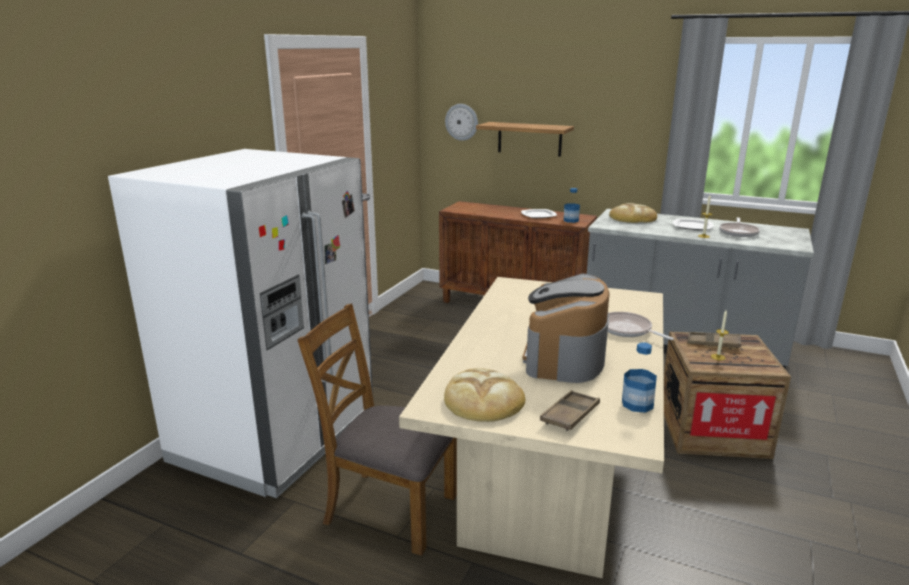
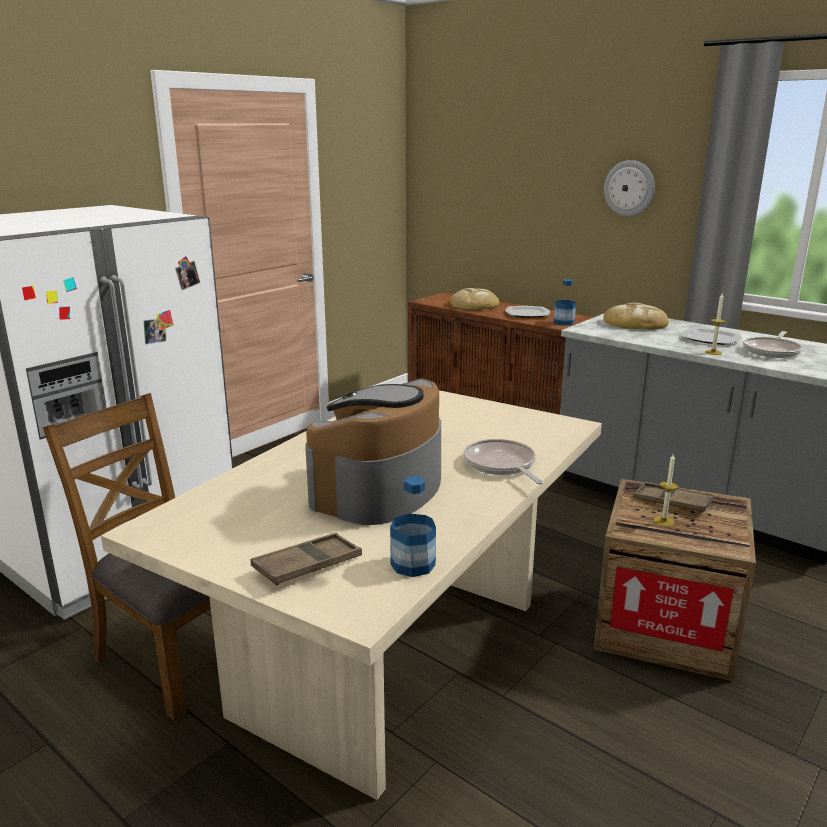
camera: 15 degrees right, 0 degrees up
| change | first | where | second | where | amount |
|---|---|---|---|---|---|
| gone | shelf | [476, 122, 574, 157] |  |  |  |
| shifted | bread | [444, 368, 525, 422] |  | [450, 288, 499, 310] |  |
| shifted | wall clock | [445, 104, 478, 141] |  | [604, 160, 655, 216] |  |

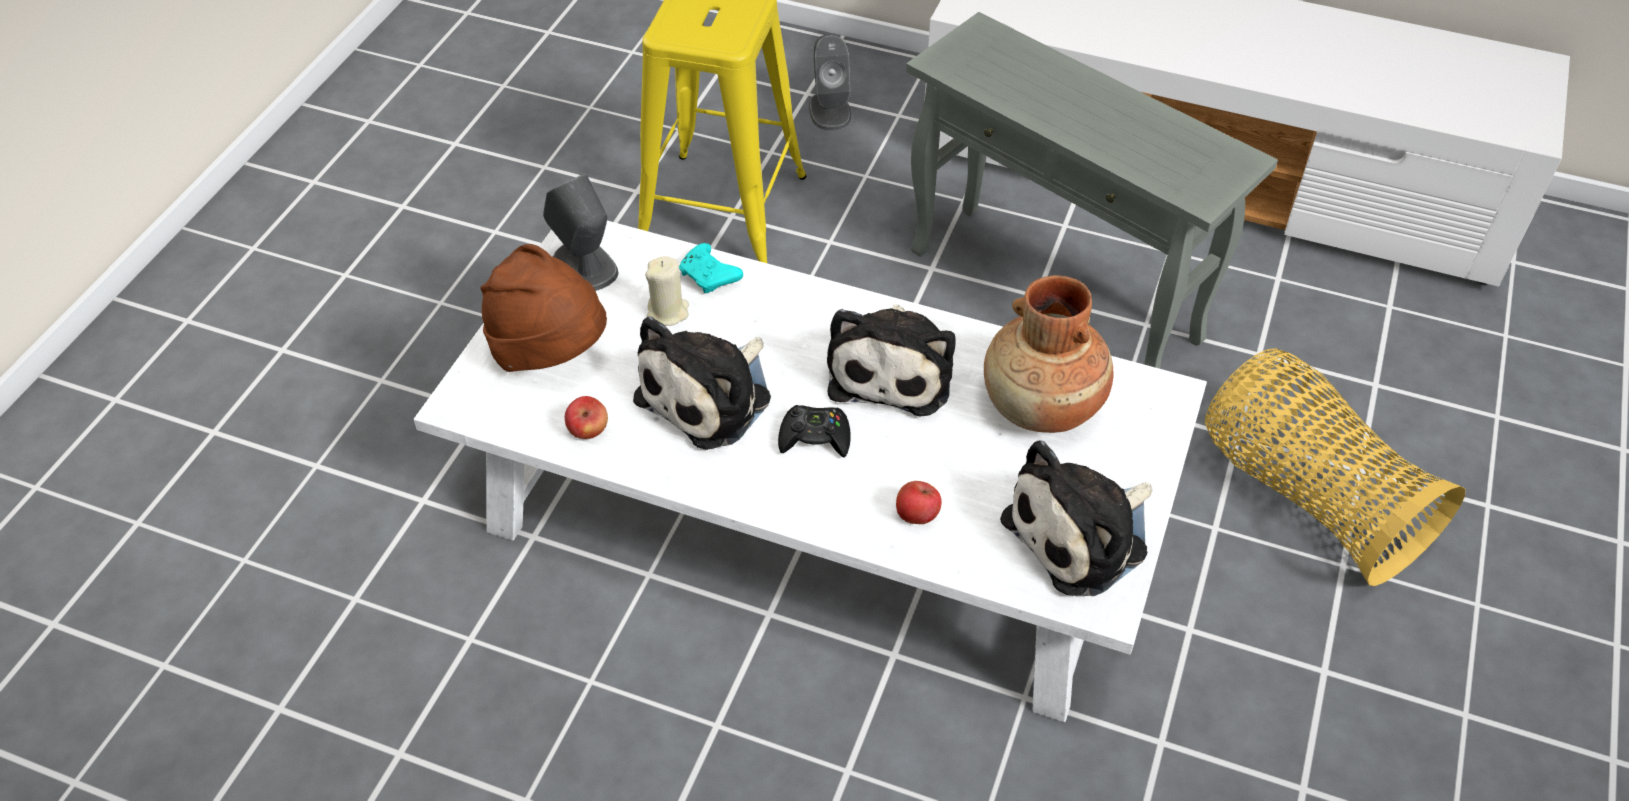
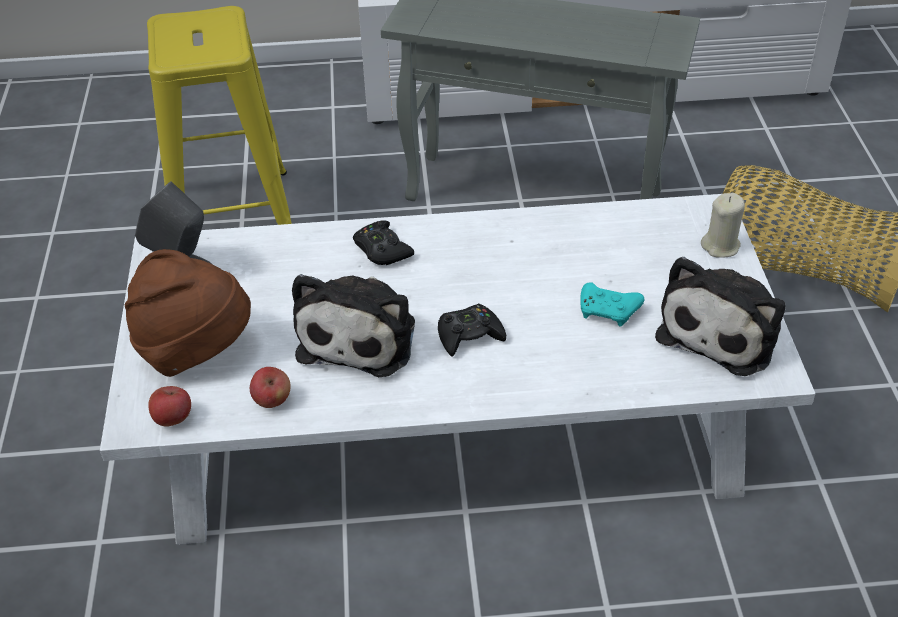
camera: 25 degrees left, 5 degrees down
| change | first | where | second | where | amount |
|---|---|---|---|---|---|
| gone | speaker (grey) | [809, 35, 851, 131] |  |  |  |
| gone | plush toy | [827, 304, 956, 416] |  |  |  |
| gone | vase (brown) | [984, 275, 1114, 433] |  |  |  |
| new |  |  | game controller (black) | [353, 220, 414, 265] |  |
| shifted | candle (beige) | [645, 256, 689, 326] |  | [701, 193, 745, 258] |  |
| shifted | game controller (turquoise) | [679, 243, 743, 294] |  | [580, 282, 644, 327] |  |
| shifted | apple | [896, 481, 942, 524] |  | [148, 386, 191, 427] |  |

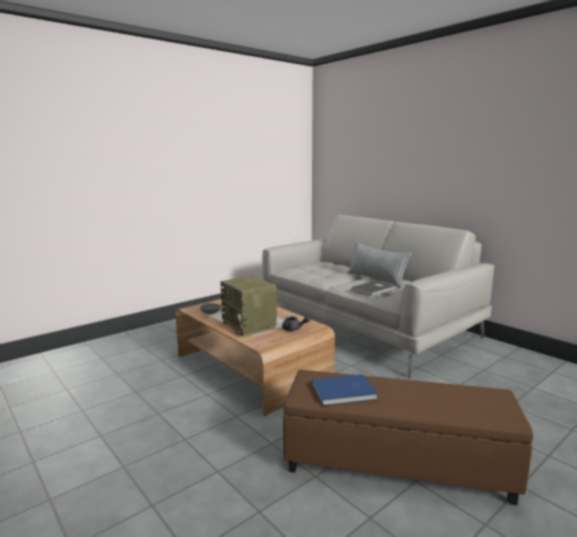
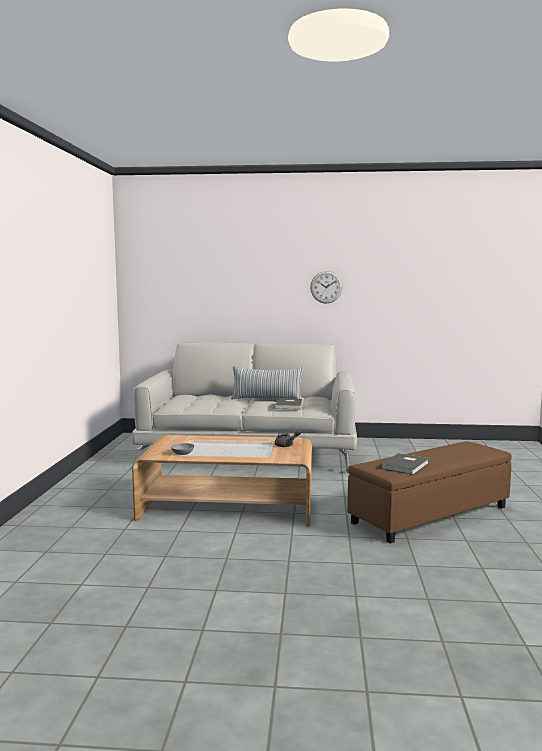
camera: 45 degrees left, 5 degrees down
| change | first | where | second | where | amount |
|---|---|---|---|---|---|
| gone | radio | [221, 276, 277, 337] |  |  |  |
| new |  |  | wall clock | [310, 271, 343, 304] |  |
| repainted | book (blue) | [312, 374, 378, 406] | book (grey) | [381, 453, 429, 475] |  |

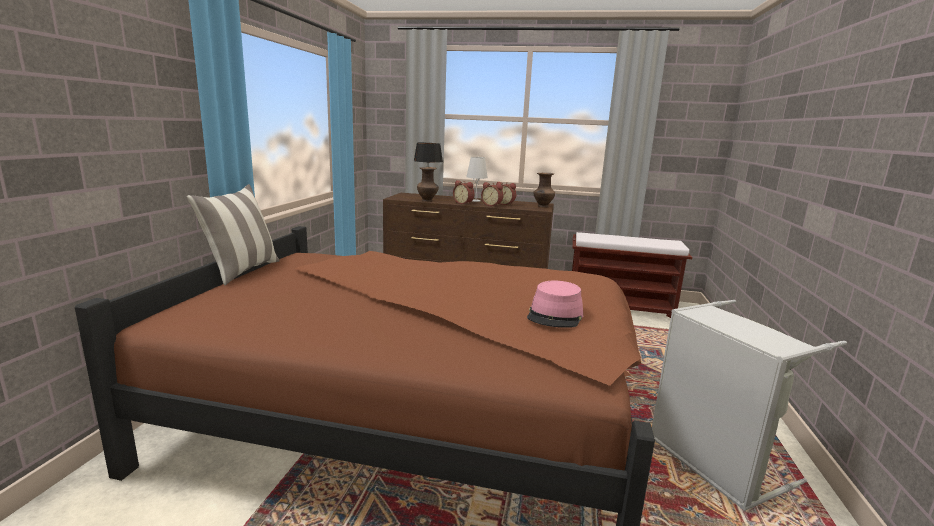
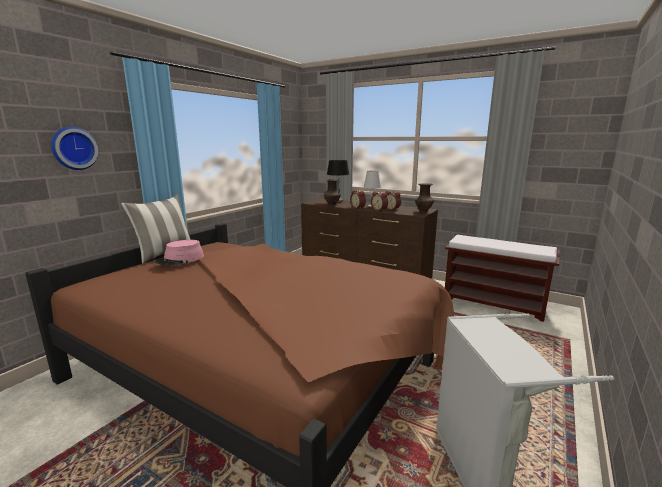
camera: 20 degrees right, 0 degrees up
| change | first | where | second | where | amount |
|---|---|---|---|---|---|
| new |  |  | wall clock | [51, 127, 98, 170] |  |
| shifted | hat (pink) | [527, 281, 583, 328] |  | [155, 240, 204, 266] |  |

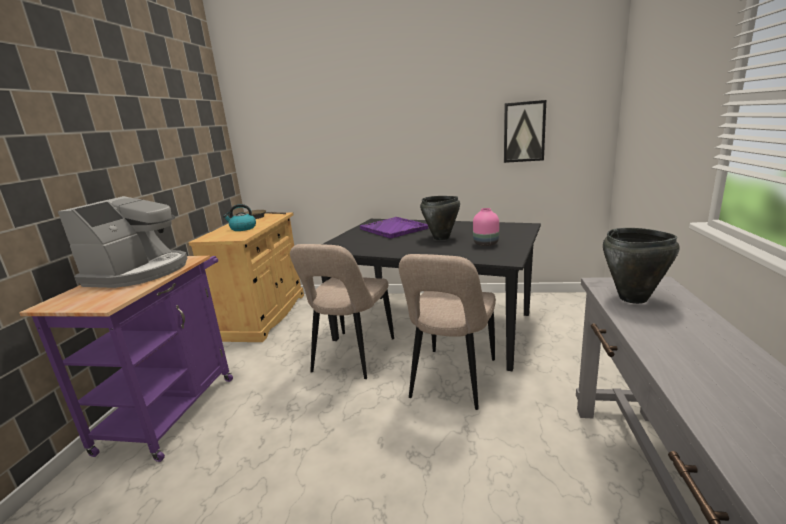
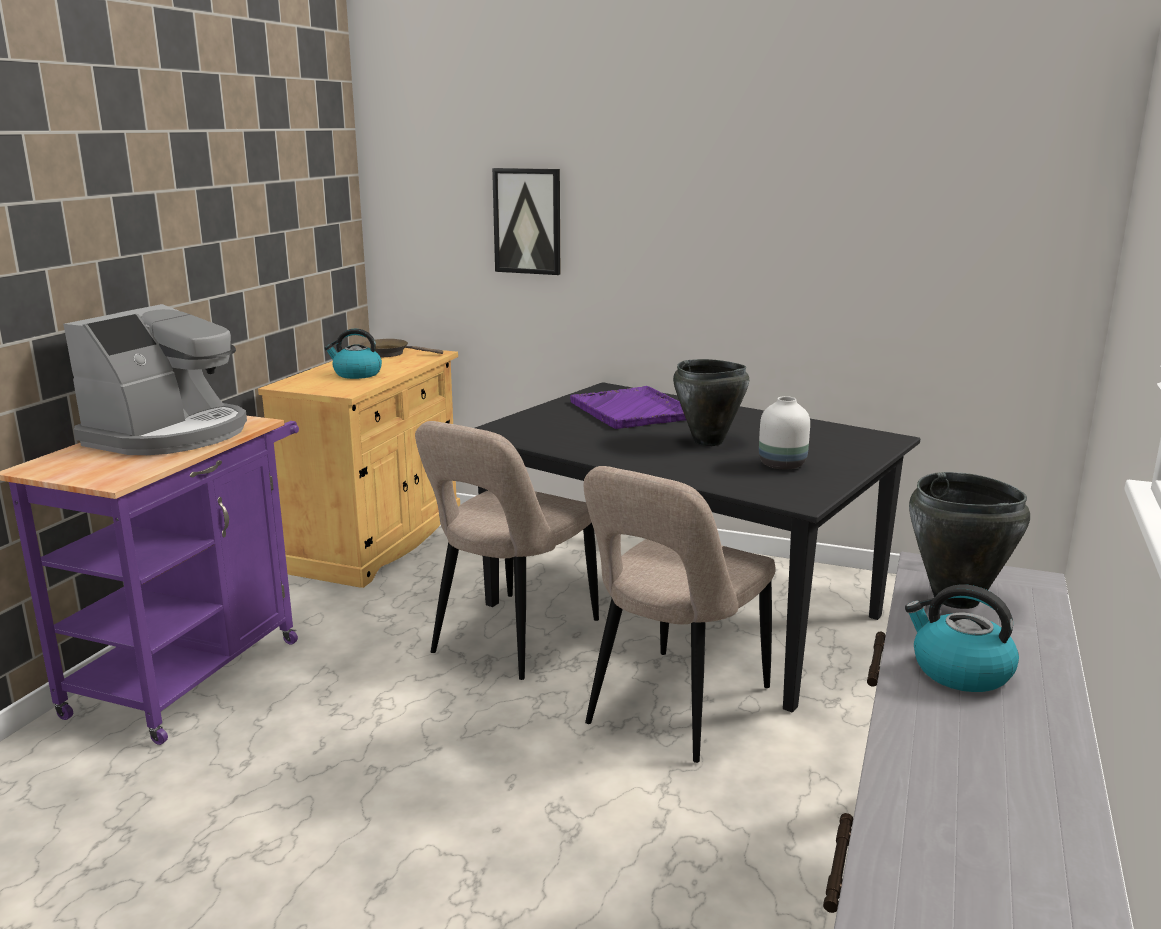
camera: 10 degrees right, 0 degrees up
| change | first | where | second | where | amount |
|---|---|---|---|---|---|
| new |  |  | kettle | [905, 584, 1019, 692] |  |
| shifted | picture | [504, 100, 546, 163] |  | [492, 168, 560, 275] |  |
| repainted | vase (pink) | [473, 208, 499, 246] | vase (white) | [759, 396, 810, 469] |  |

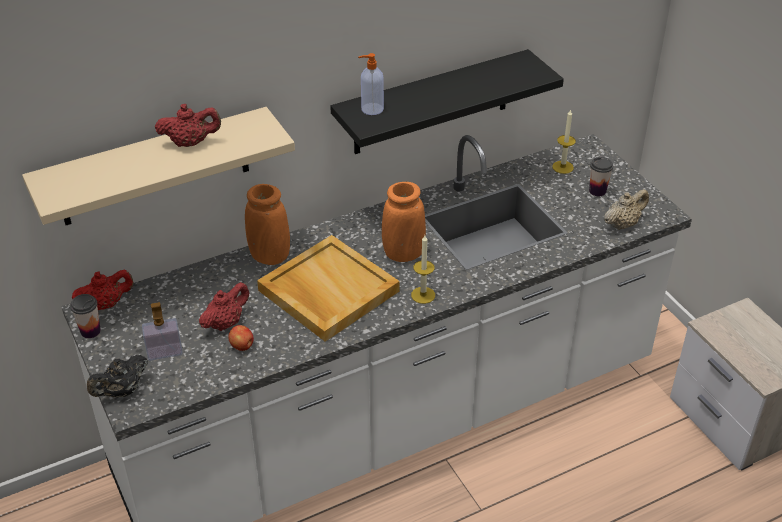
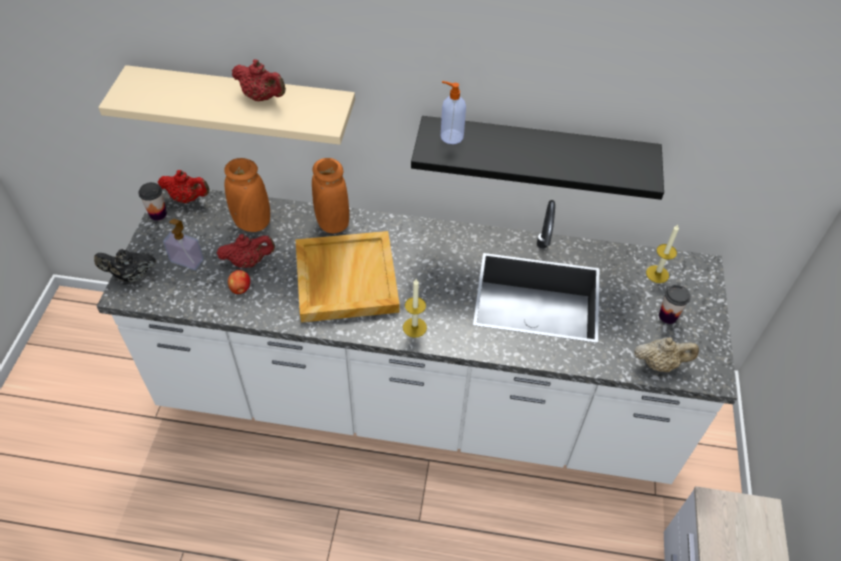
camera: 35 degrees right, 10 degrees up
| change | first | where | second | where | amount |
|---|---|---|---|---|---|
| shifted | vase (orange) | [382, 182, 426, 262] |  | [224, 158, 270, 232] |  |

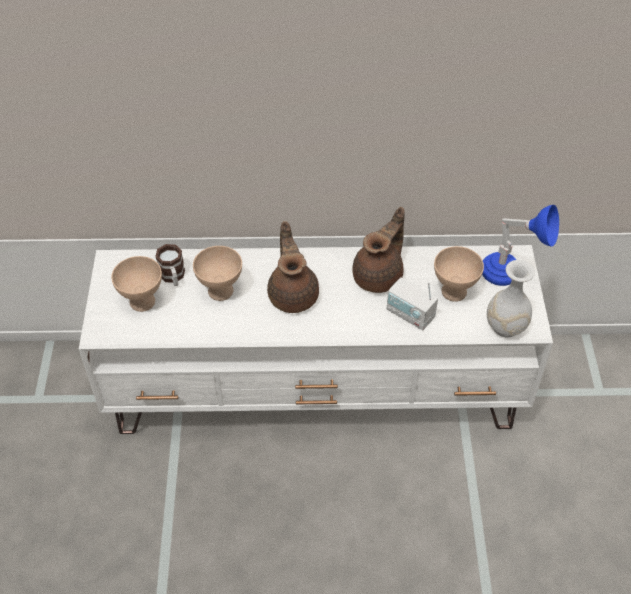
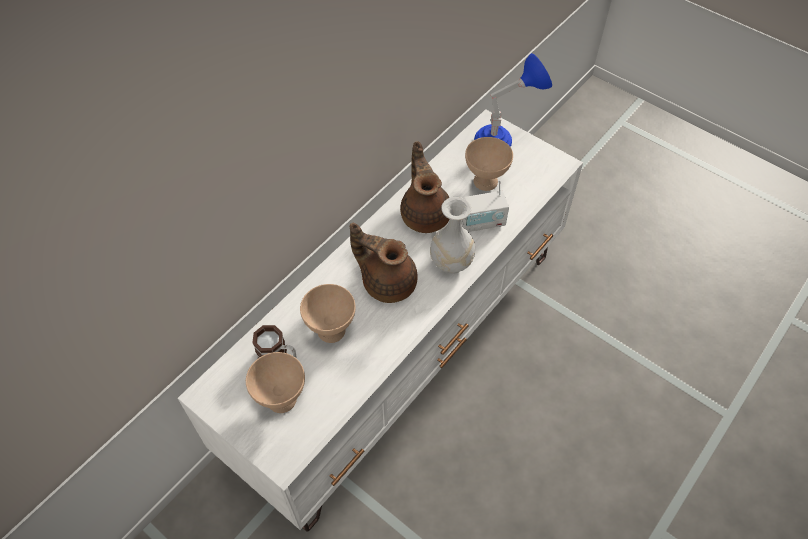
camera: 50 degrees left, 5 degrees up
| change | first | where | second | where | amount |
|---|---|---|---|---|---|
| shifted | vase (white) | [486, 260, 535, 338] |  | [430, 197, 475, 274] |  |

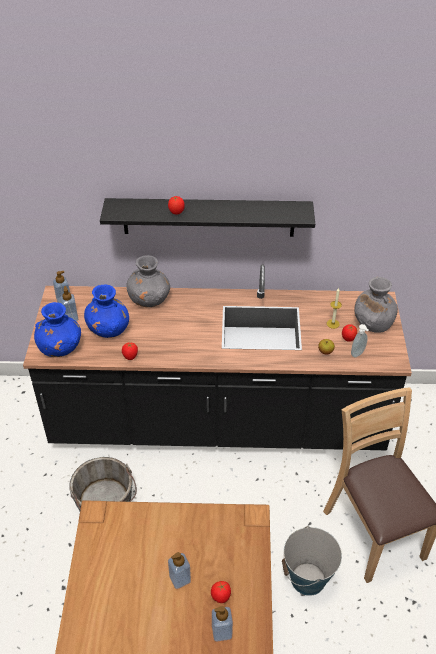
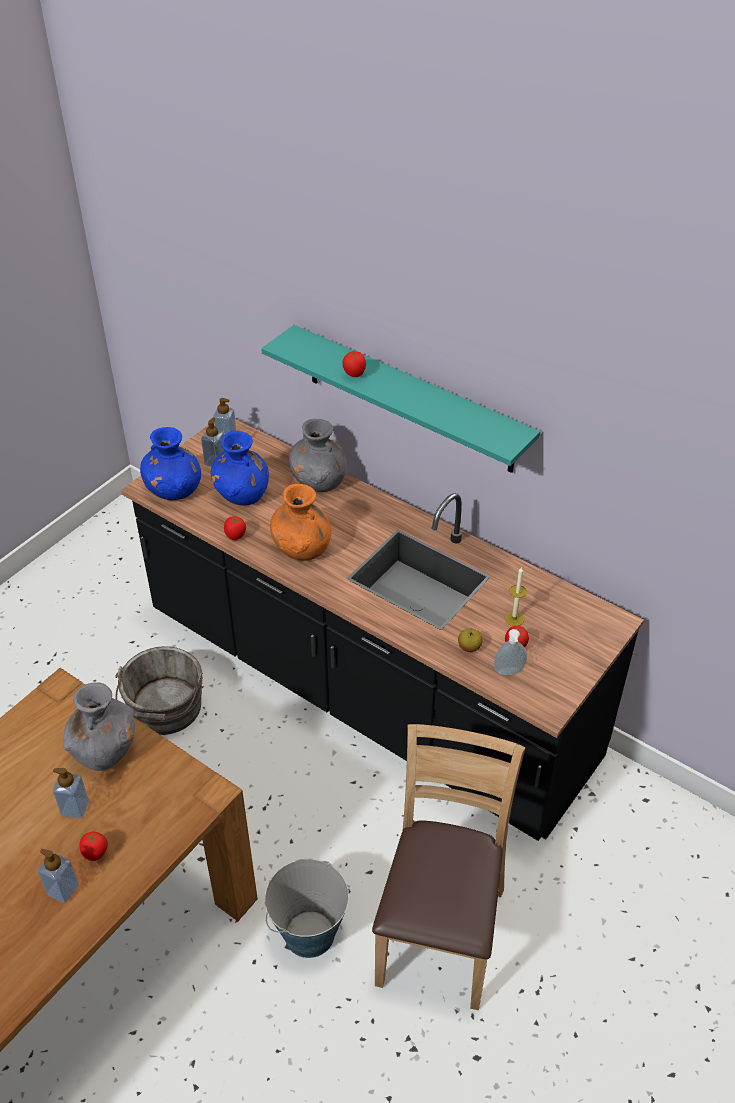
camera: 35 degrees right, 0 degrees up
| change | first | where | second | where | amount |
|---|---|---|---|---|---|
| new |  |  | vase (orange) | [270, 484, 331, 561] |  |
| shifted | vase (grey) | [355, 277, 398, 333] |  | [63, 682, 135, 771] |  |
| repainted | shelf (black) | [100, 198, 315, 237] | shelf (turquoise) | [261, 325, 540, 473] |  |

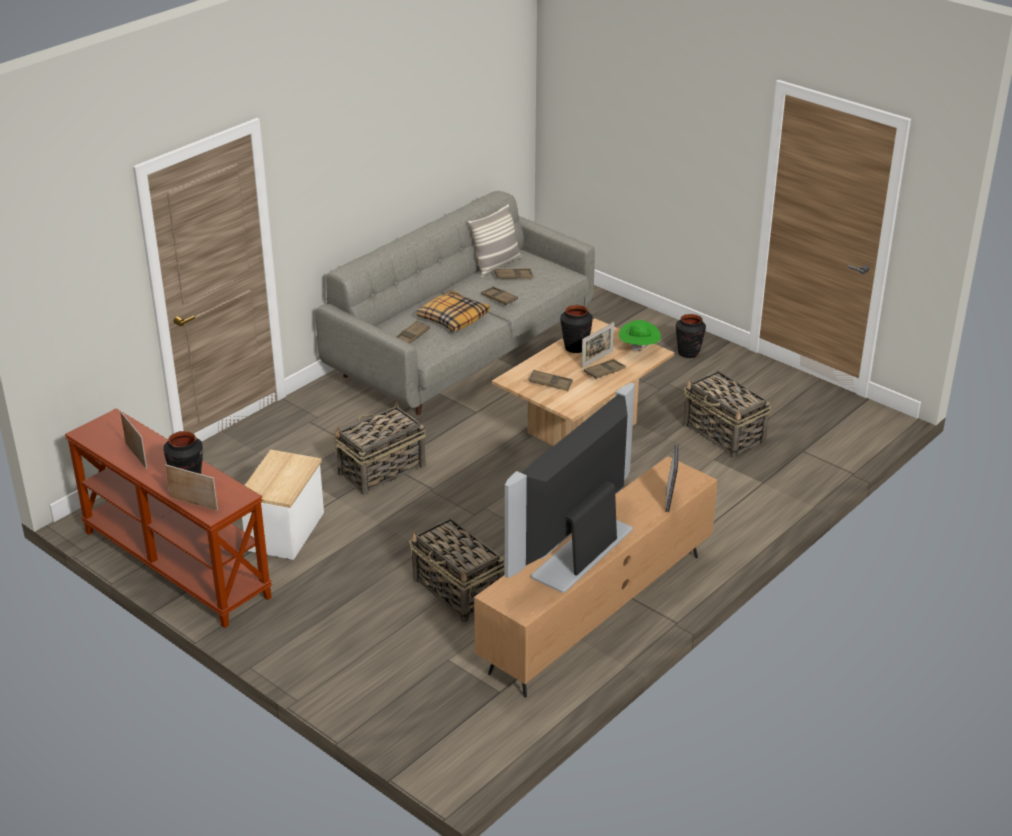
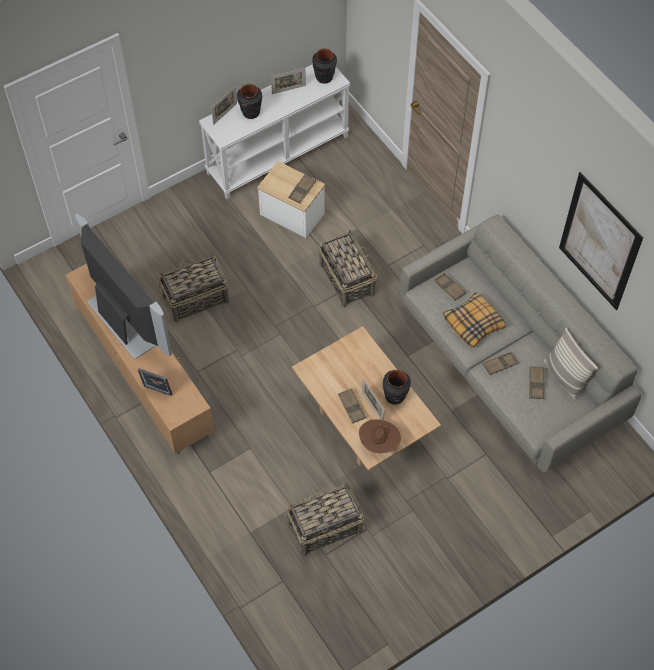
camera: 105 degrees right, 25 degrees up
| change | first | where | second | where | amount |
|---|---|---|---|---|---|
| new |  |  | picture | [559, 172, 643, 310] |  |
| shifted | tray (brown) | [528, 370, 573, 391] |  | [288, 174, 316, 203] |  |
| shifted | vase (black) | [676, 314, 706, 358] |  | [312, 49, 337, 84] |  |
| repainted | console table (brown) | [65, 408, 272, 628] | console table (white) | [199, 64, 350, 199] |  |
| repainted | hat (green) | [619, 320, 661, 351] | hat (brown) | [359, 419, 401, 453] |  |

